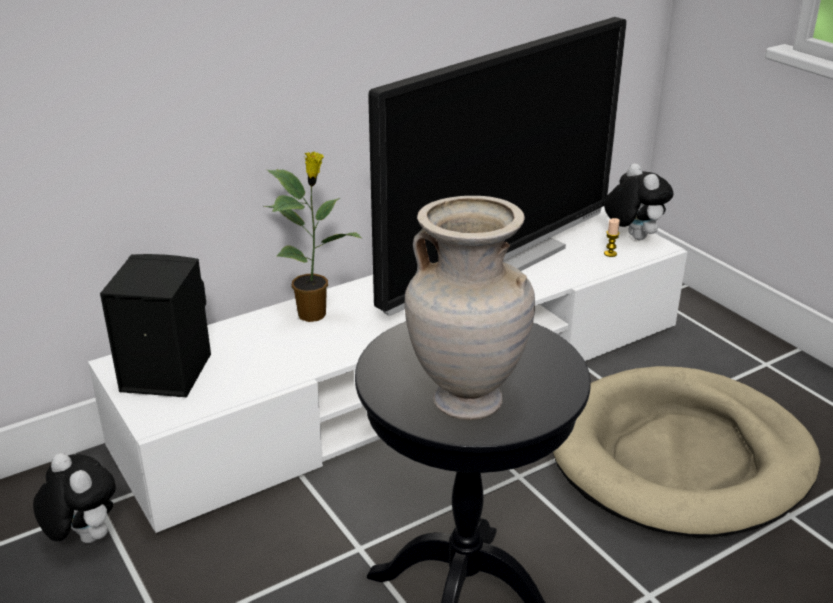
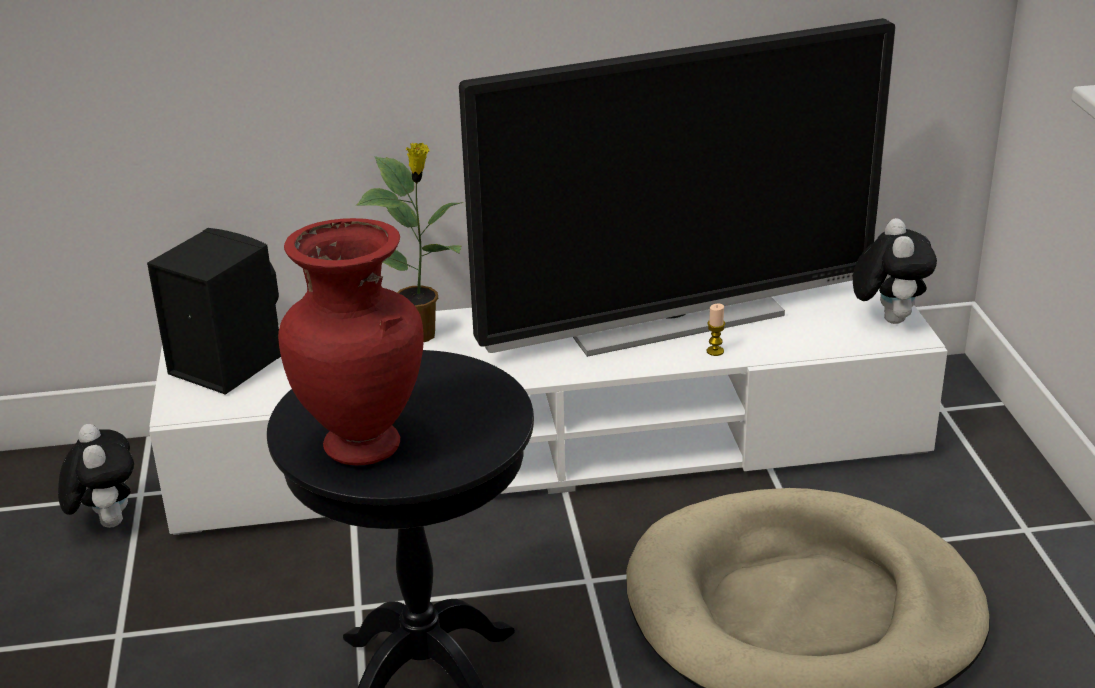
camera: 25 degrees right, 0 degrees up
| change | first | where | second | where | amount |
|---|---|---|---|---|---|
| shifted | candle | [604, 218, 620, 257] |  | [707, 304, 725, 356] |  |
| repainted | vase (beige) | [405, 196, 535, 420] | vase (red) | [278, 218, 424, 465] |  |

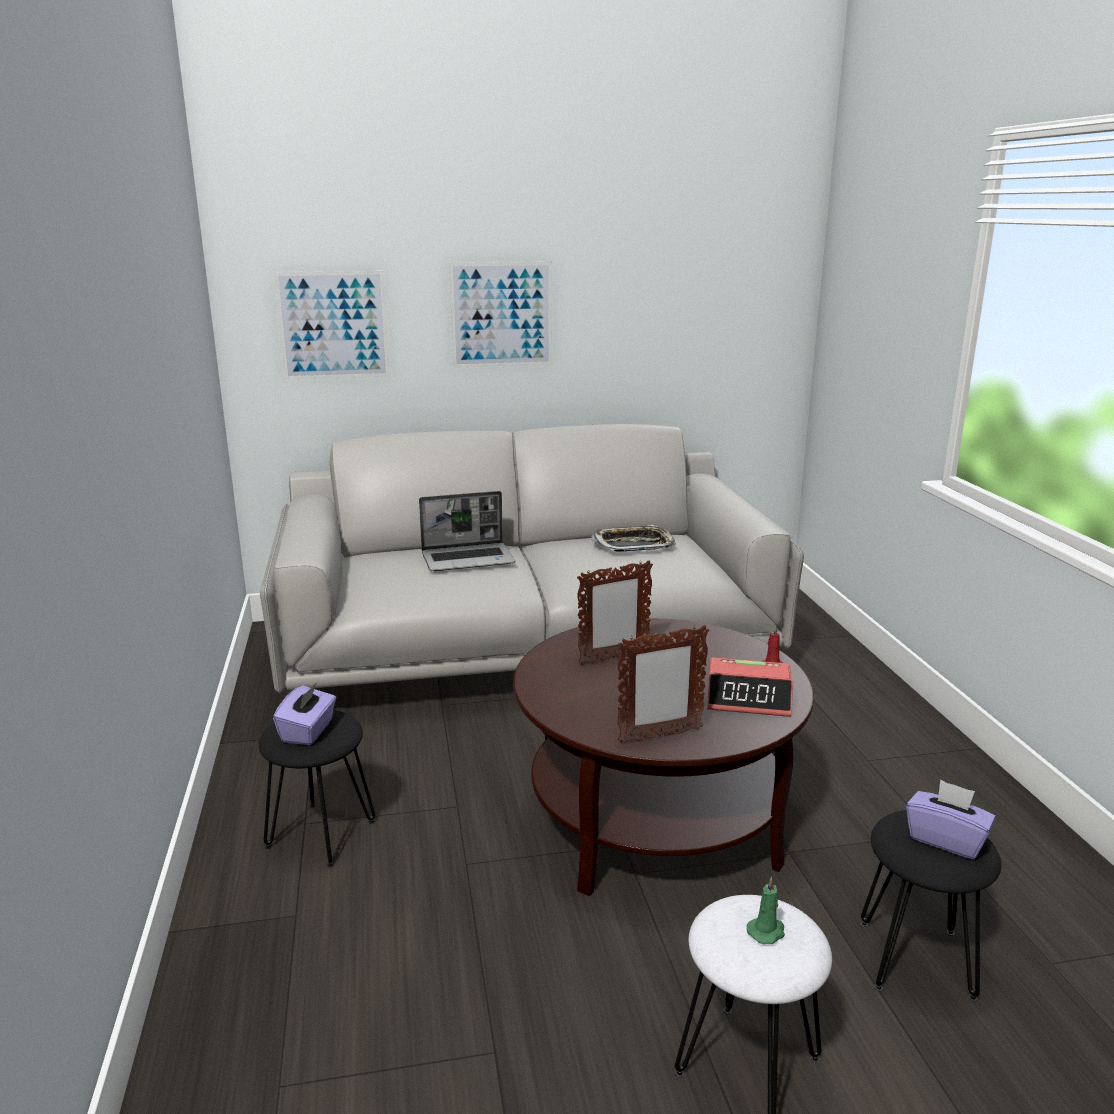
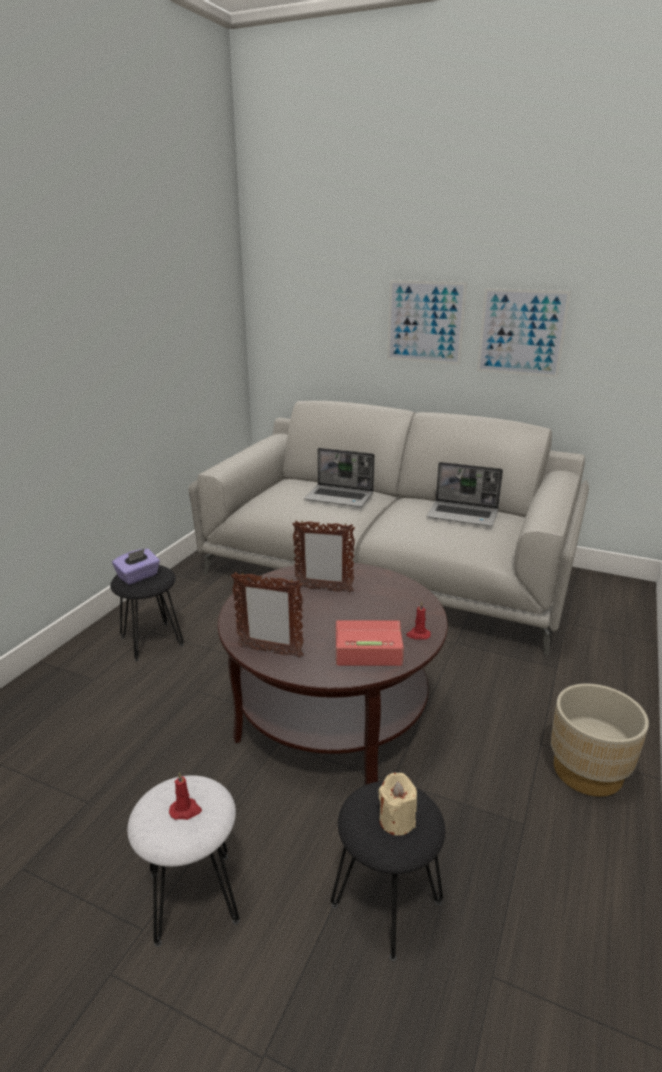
camera: 35 degrees right, 5 degrees up
| change | first | where | second | where | amount |
|---|---|---|---|---|---|
| new |  |  | planter (beige) | [551, 684, 649, 797] |  |
| shifted | picture | [274, 271, 390, 380] |  | [477, 288, 571, 378] |  |
| swapped | tray | [591, 525, 676, 552] | laptop | [427, 462, 503, 526] |  |
| swapped | tissue box (purple) | [906, 780, 996, 859] | candle (beige) | [378, 773, 417, 836] |  |
| repainted | candle (green) | [746, 876, 785, 944] | candle (red) | [169, 772, 202, 820] |  |
| rotated | alarm clock | [707, 657, 793, 717] |  | [336, 620, 404, 666] | 135 degrees clockwise |

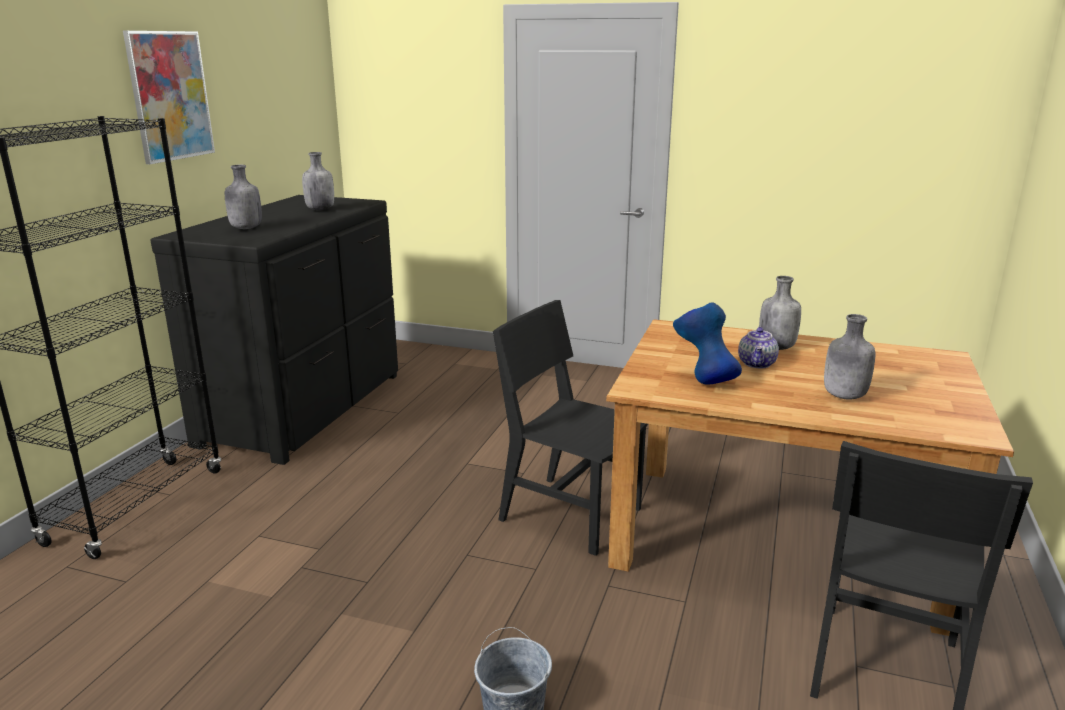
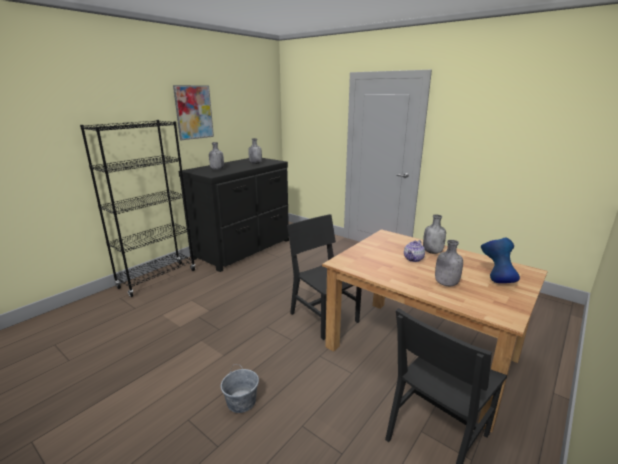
camera: 20 degrees right, 0 degrees up
| change | first | where | second | where | amount |
|---|---|---|---|---|---|
| shifted | vase (blue) | [673, 302, 742, 385] |  | [481, 237, 520, 283] |  |

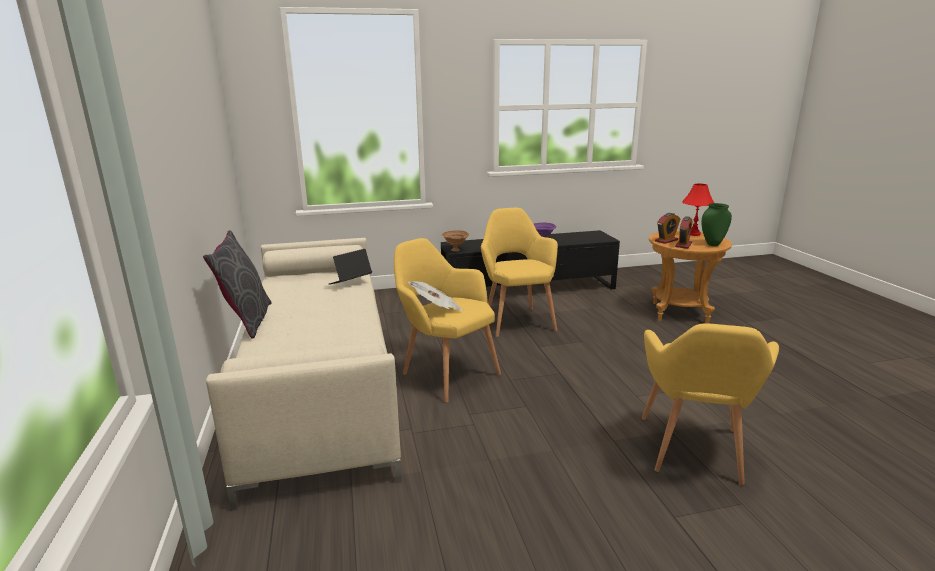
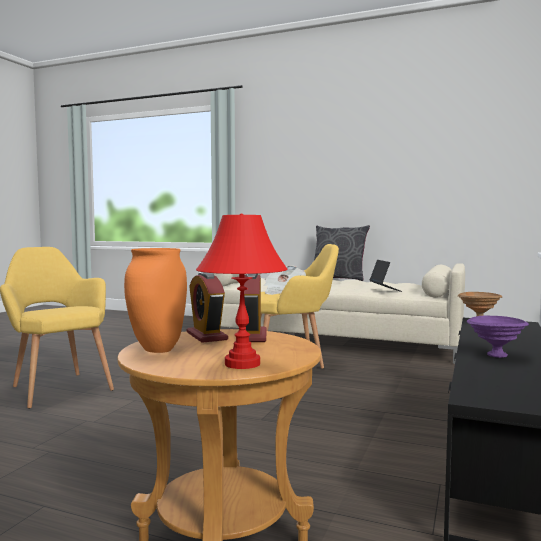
camera: 125 degrees right, 15 degrees down
| change | first | where | second | where | amount |
|---|---|---|---|---|---|
| gone | armchair (yellow) | [481, 208, 558, 337] |  |  |  |
| repainted | vase (green) | [701, 203, 732, 246] | vase (orange) | [124, 248, 187, 353] |  |

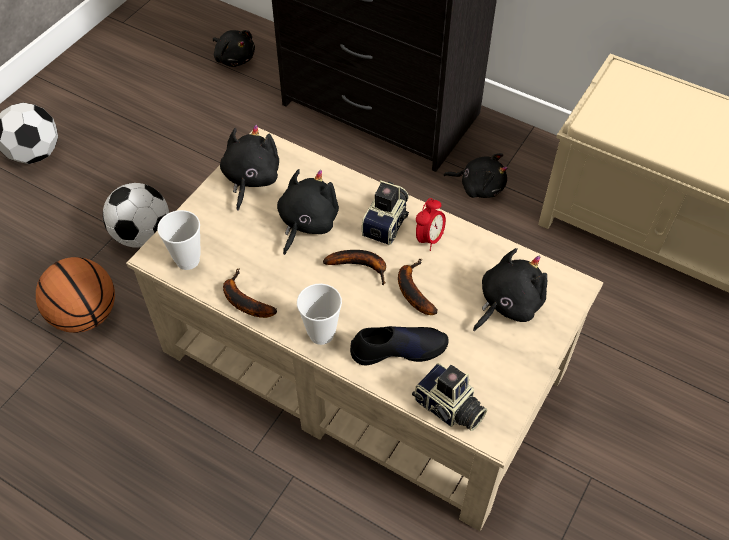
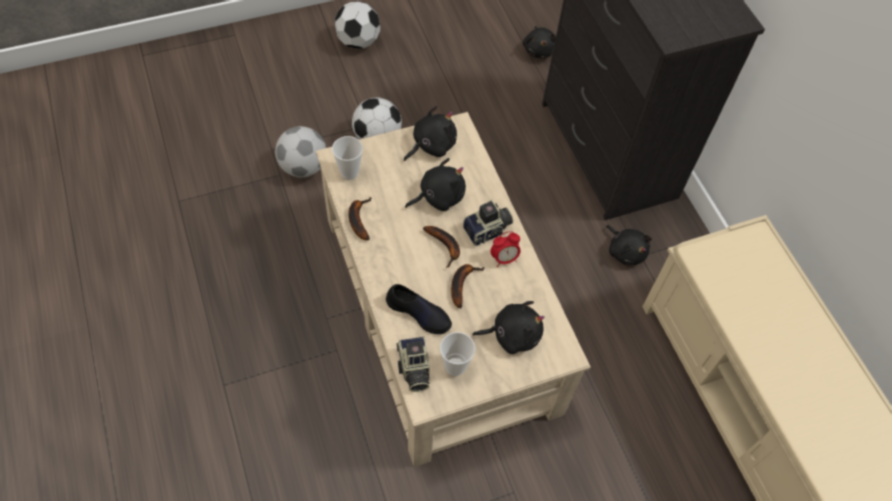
camera: 35 degrees right, 5 degrees up
| change | first | where | second | where | amount |
|---|---|---|---|---|---|
| shifted | cup | [297, 284, 342, 345] |  | [440, 332, 475, 376] |  |
| swapped | basketball | [36, 257, 115, 333] | football | [275, 126, 326, 178] |  |

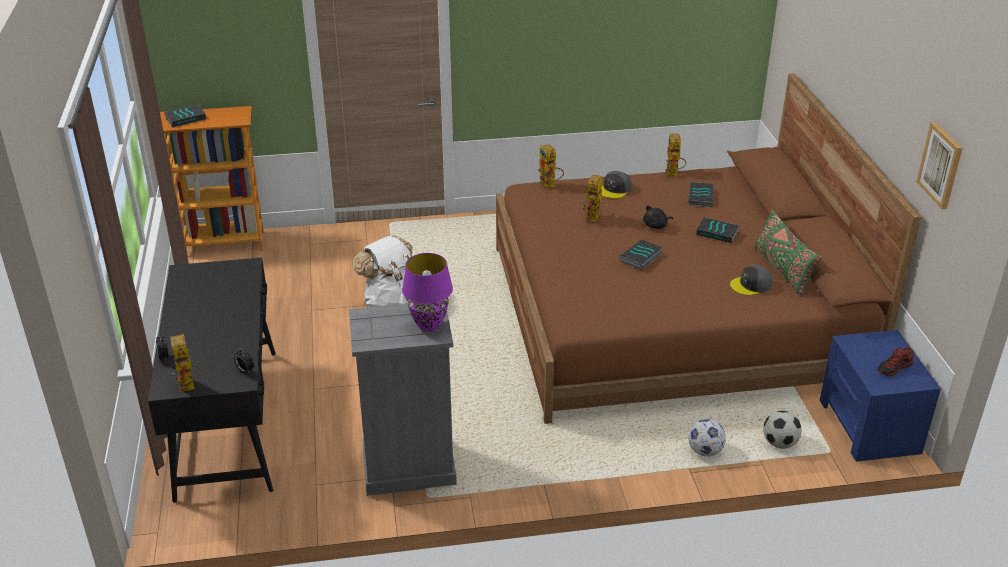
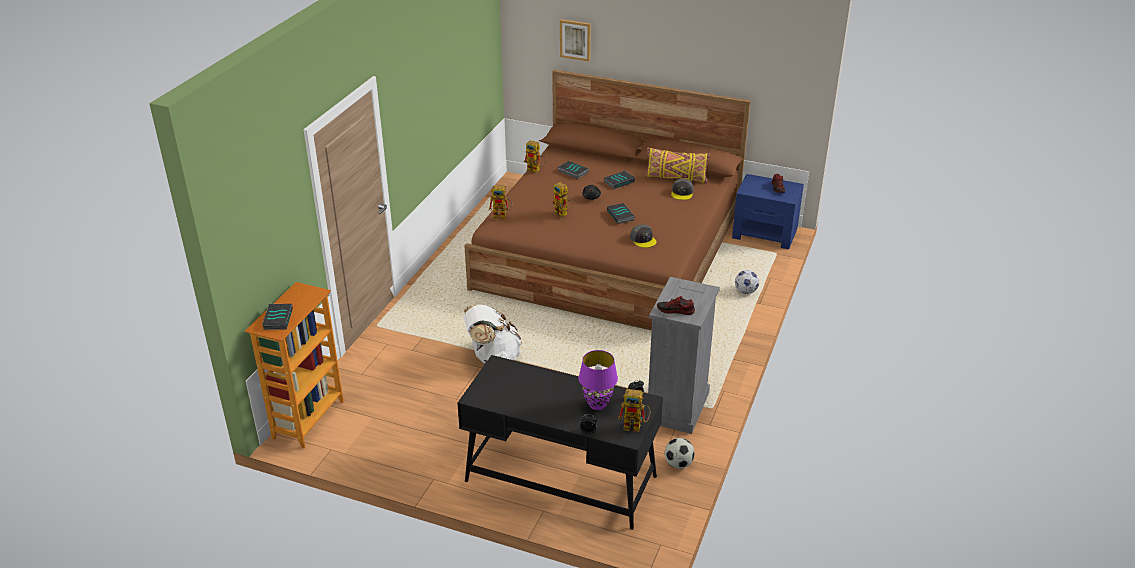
camera: 60 degrees left, 0 degrees up
| change | first | where | second | where | amount |
|---|---|---|---|---|---|
| new |  |  | shoe | [657, 296, 695, 315] |  |
| shifted | table lamp (purple) | [402, 253, 453, 332] |  | [579, 350, 618, 410] |  |
| shifted | cap (grey) | [601, 171, 631, 199] |  | [630, 224, 656, 248] |  |
| shifted | football | [763, 411, 802, 449] |  | [665, 438, 694, 469] |  |
| shifted | picture | [917, 122, 963, 209] |  | [560, 19, 591, 61] |  |
| repainted | pillow (green) | [754, 210, 822, 297] | pillow (yellow) | [645, 148, 710, 184] |  |

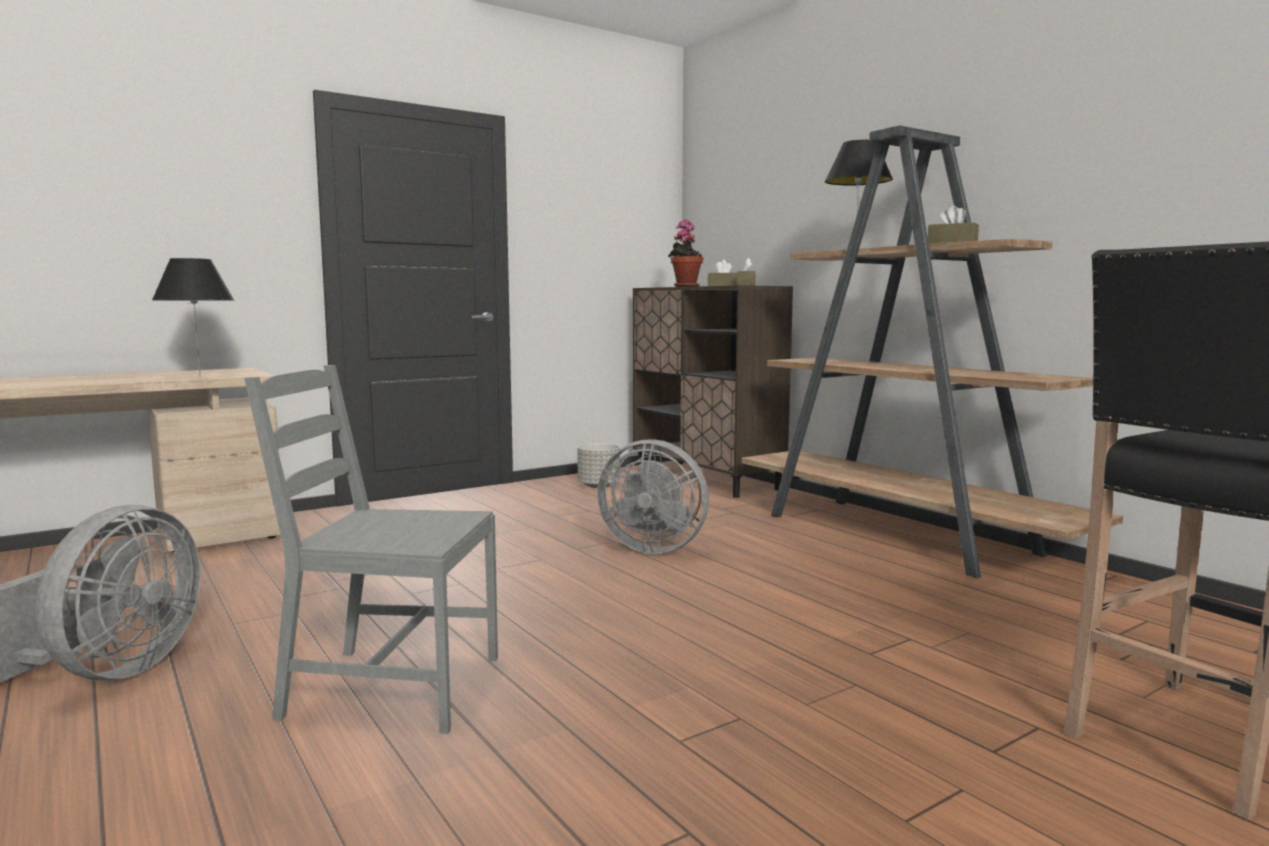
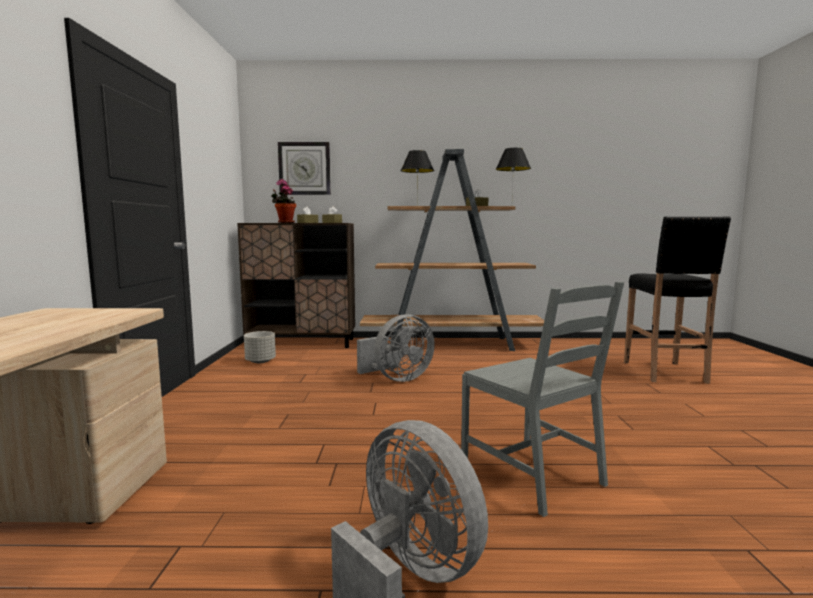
camera: 55 degrees left, 0 degrees up
| change | first | where | second | where | amount |
|---|---|---|---|---|---|
| new |  |  | wall clock | [278, 142, 331, 195] |  |
| shifted | table lamp (black) | [152, 258, 234, 377] |  | [496, 148, 531, 197] |  |
| rotated | chair (grey) | [244, 365, 498, 734] |  | [461, 282, 624, 517] | 75 degrees counterclockwise |

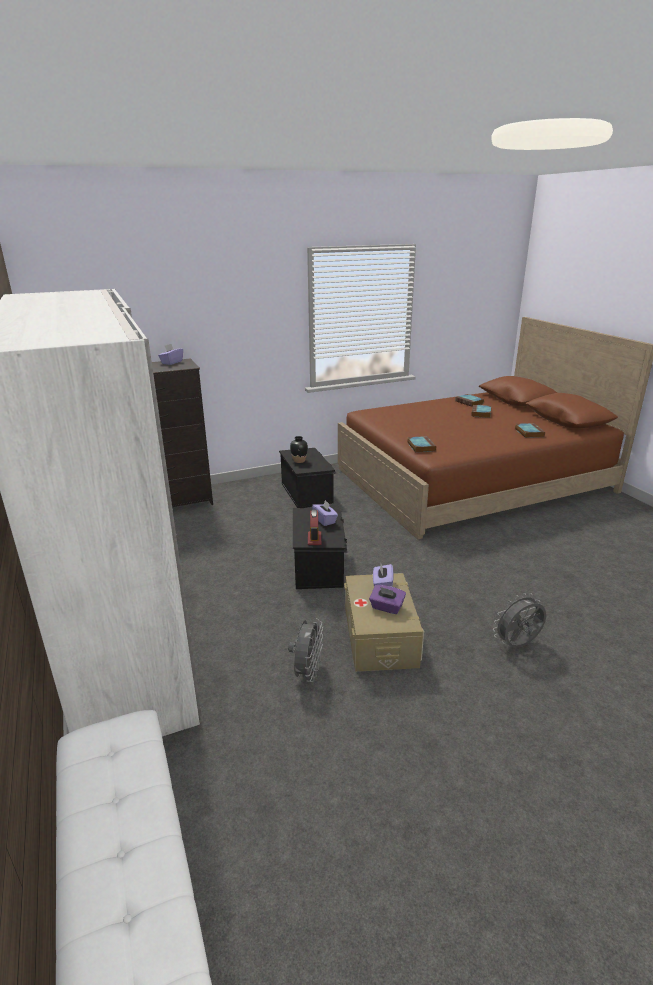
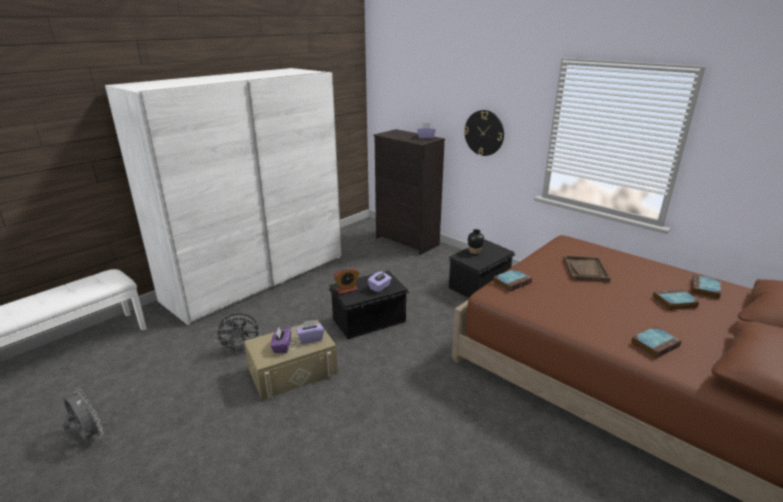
camera: 65 degrees right, 0 degrees up
| change | first | where | second | where | amount |
|---|---|---|---|---|---|
| new |  |  | wall clock | [464, 110, 504, 156] |  |
| new |  |  | tray (brown) | [563, 255, 611, 282] |  |
| shifted | fan (grey) | [493, 593, 546, 648] |  | [61, 388, 104, 442] |  |

